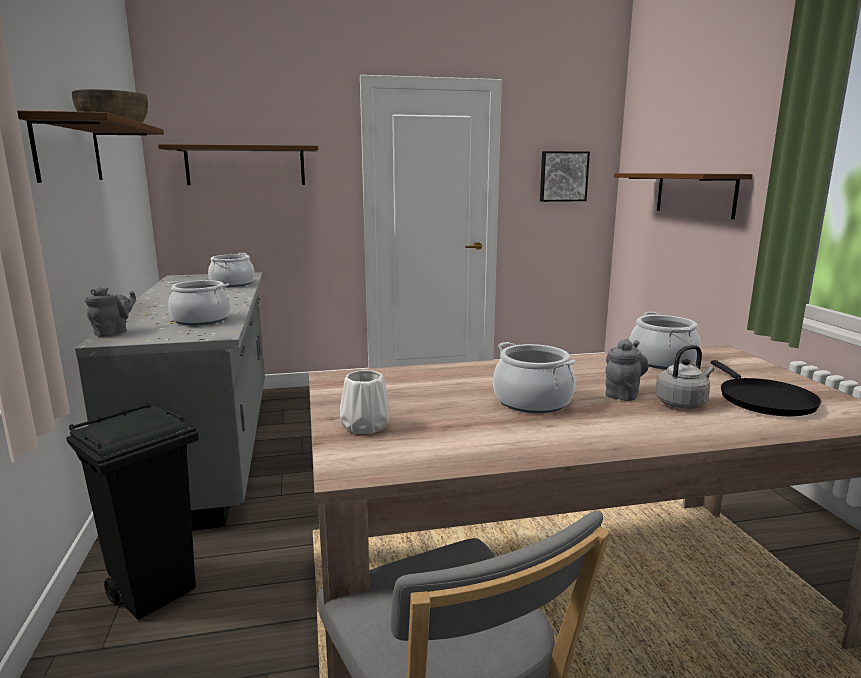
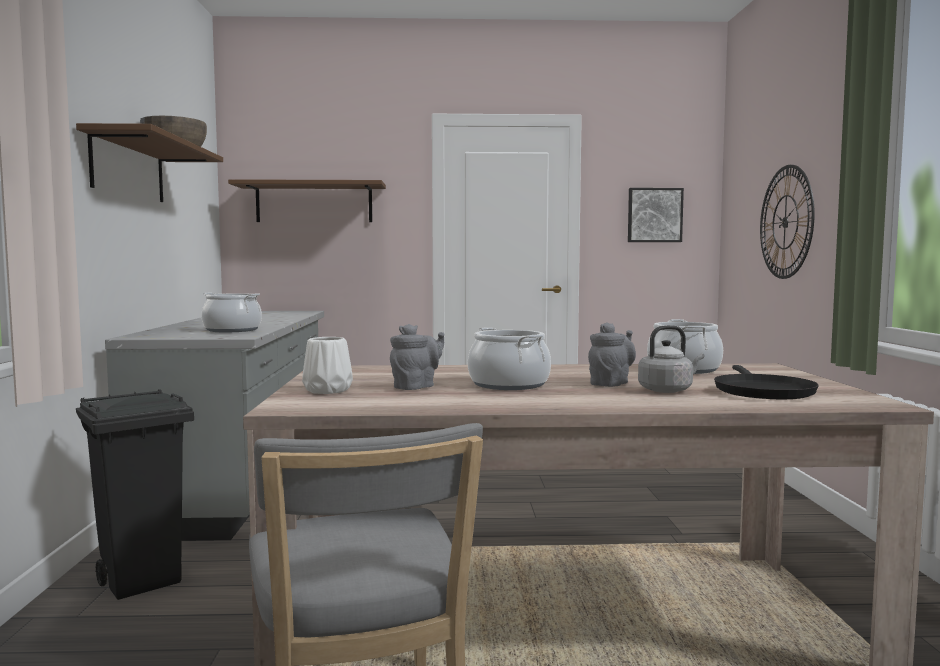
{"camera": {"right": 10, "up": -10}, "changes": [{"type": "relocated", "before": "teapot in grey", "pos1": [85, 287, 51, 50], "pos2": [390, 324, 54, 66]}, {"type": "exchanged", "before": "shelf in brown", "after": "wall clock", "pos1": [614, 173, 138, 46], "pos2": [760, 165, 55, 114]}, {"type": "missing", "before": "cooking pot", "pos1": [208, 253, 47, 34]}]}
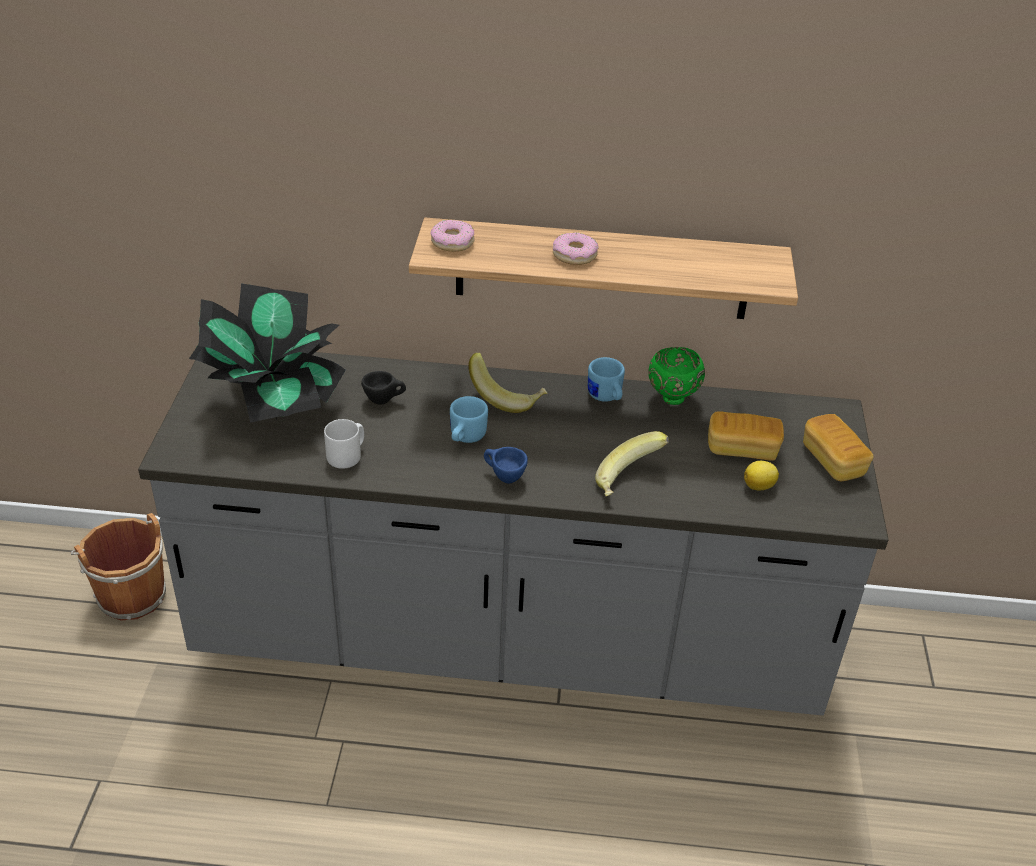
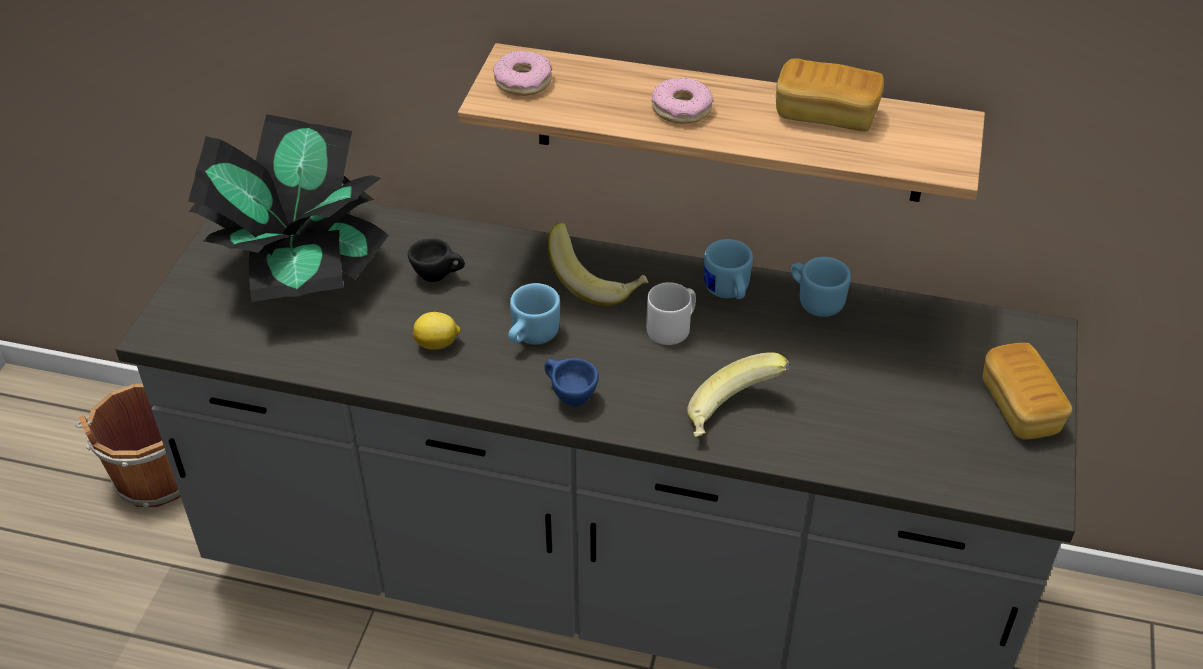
{"camera": {"right": 10, "up": 5}, "changes": [{"type": "relocated", "before": "lemon", "pos1": [744, 461, 35, 30], "pos2": [413, 312, 47, 38]}, {"type": "relocated", "before": "mug in grey", "pos1": [324, 419, 40, 50], "pos2": [646, 282, 50, 63]}, {"type": "relocated", "before": "bread", "pos1": [708, 411, 76, 50], "pos2": [776, 58, 108, 74]}, {"type": "exchanged", "before": "bowl in green", "after": "mug in blue", "pos1": [648, 347, 57, 58], "pos2": [791, 257, 60, 60]}]}
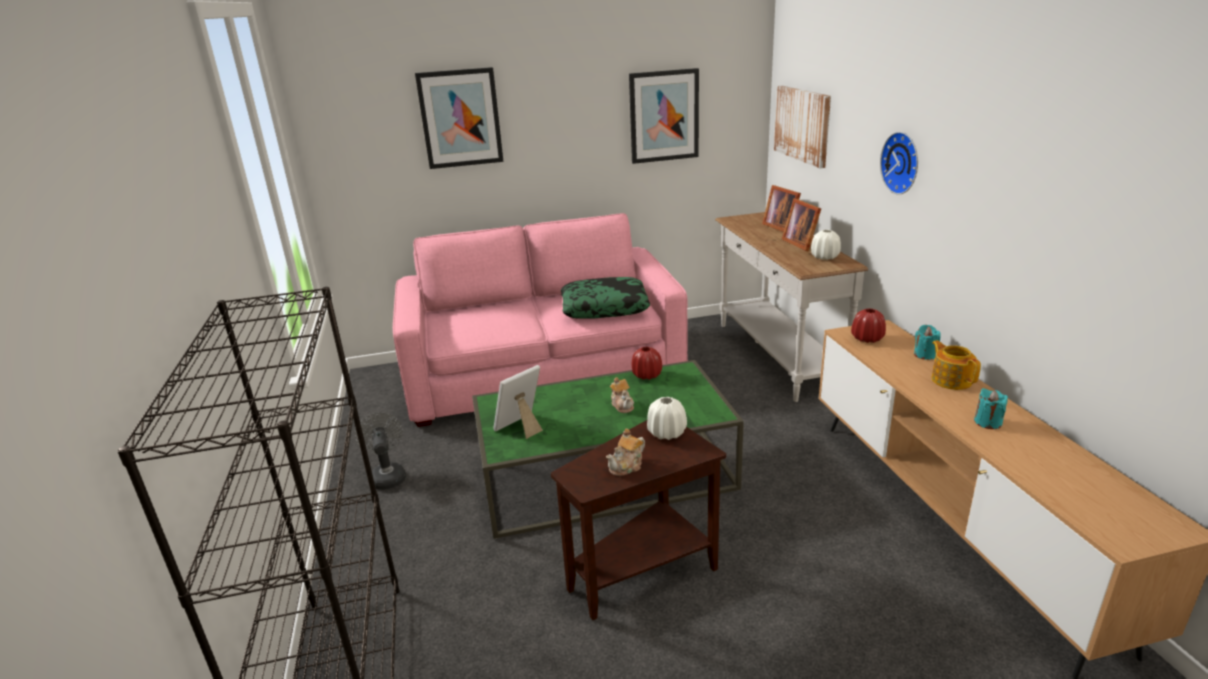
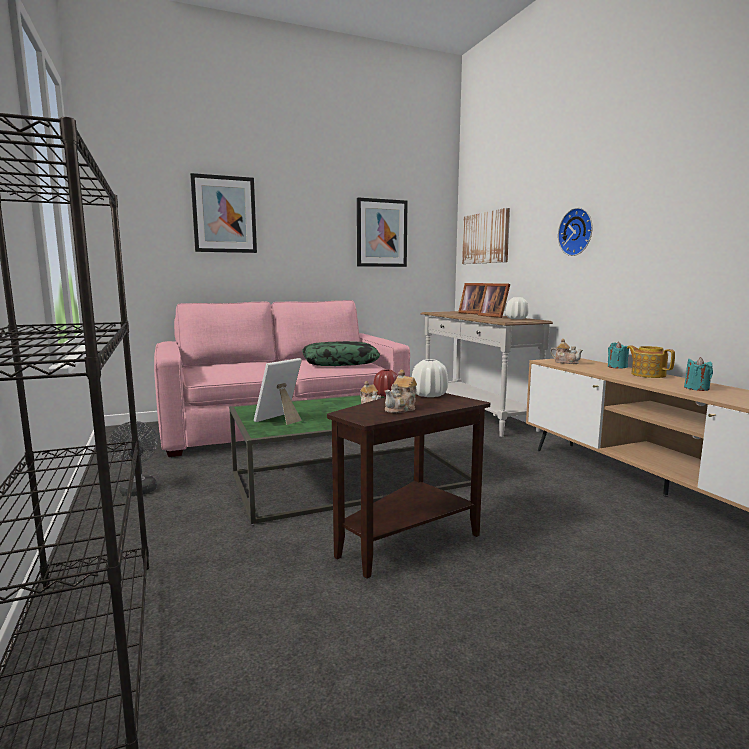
{"camera": {"right": -10, "up": -15}, "changes": [{"type": "exchanged", "before": "vase in red", "after": "teapot", "pos1": [851, 308, 35, 35], "pos2": [550, 338, 33, 26]}]}
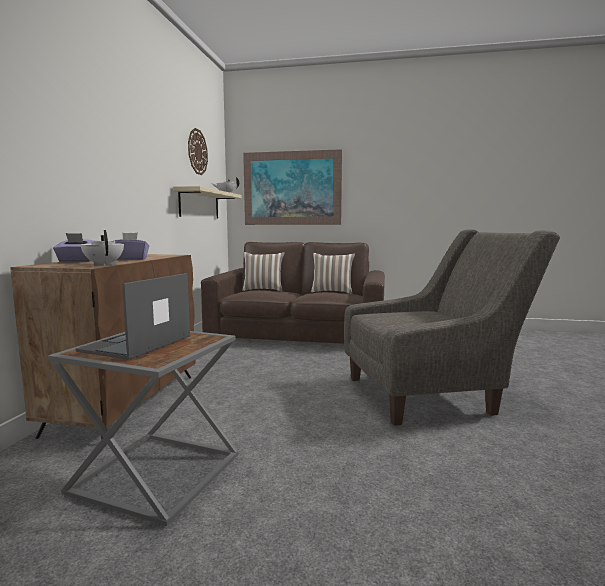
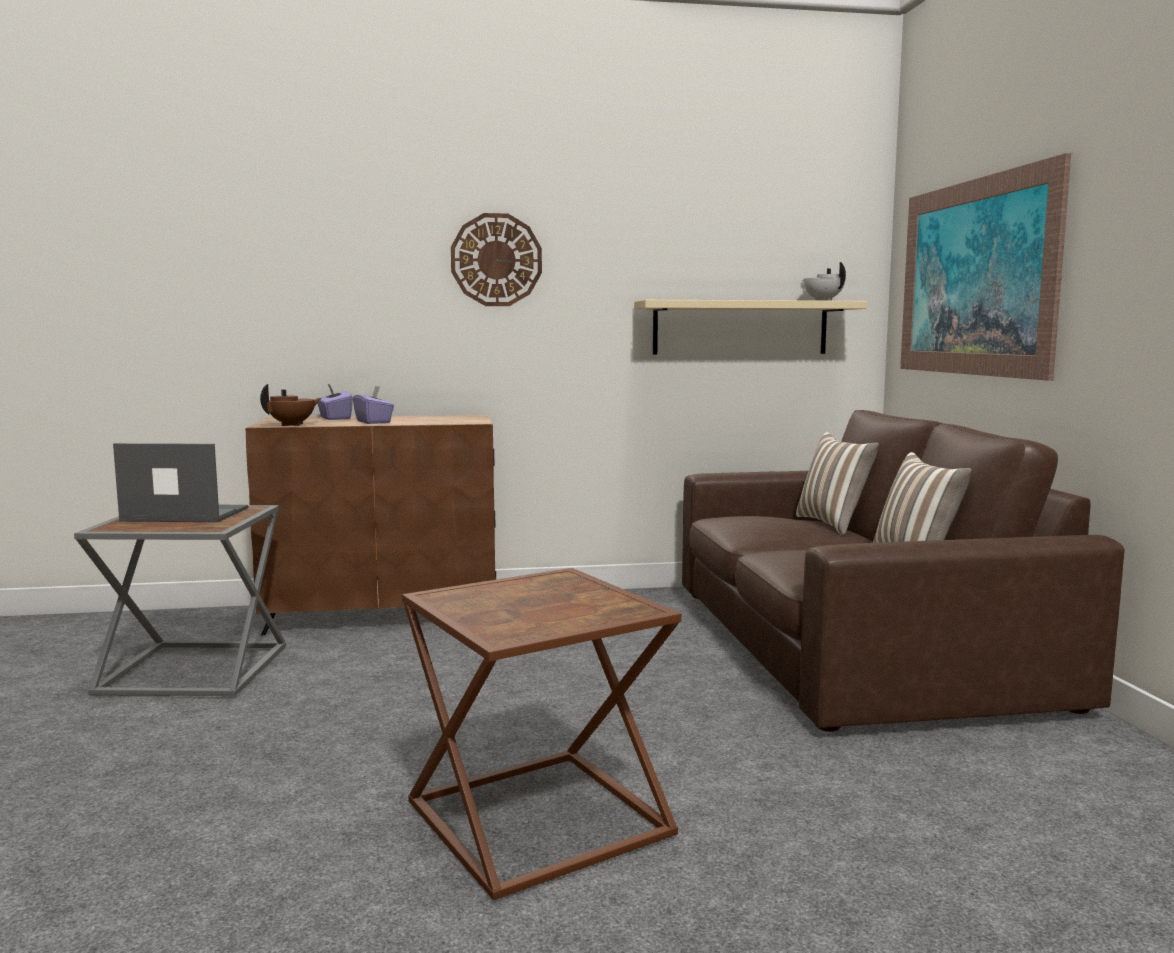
{"camera": {"right": 70, "up": 0}, "changes": [{"type": "colour", "before": "teapot in white", "after": "teapot in brown", "pos1": [81, 230, 43, 36], "pos2": [260, 384, 61, 42]}, {"type": "exchanged", "before": "armchair in grey", "after": "side table in brown", "pos1": [344, 229, 216, 197], "pos2": [402, 568, 280, 332]}, {"type": "relocated", "before": "wall clock", "pos1": [188, 128, 20, 47], "pos2": [451, 213, 91, 93]}]}
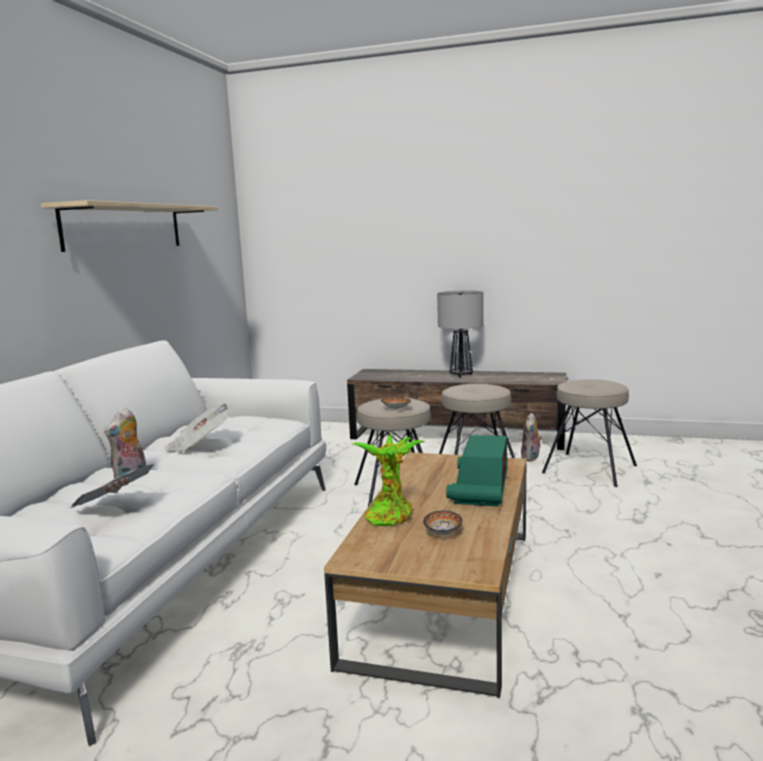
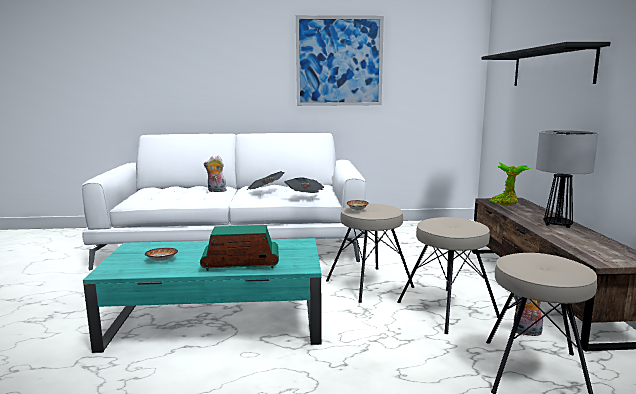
{"camera": {"right": 70, "up": 0}, "changes": [{"type": "colour", "before": "coffee table in brown", "after": "coffee table in turquoise", "pos1": [324, 452, 202, 246], "pos2": [83, 238, 239, 115]}, {"type": "relocated", "before": "newspaper", "pos1": [70, 464, 84, 44], "pos2": [284, 178, 40, 15]}, {"type": "exchanged", "before": "shelf in beige", "after": "picture", "pos1": [41, 200, 177, 52], "pos2": [296, 15, 88, 91]}, {"type": "appeared", "after": "shelf in black", "pos2": [481, 42, 130, 44]}, {"type": "relocated", "before": "potted plant", "pos1": [352, 434, 72, 92], "pos2": [489, 162, 42, 43]}]}
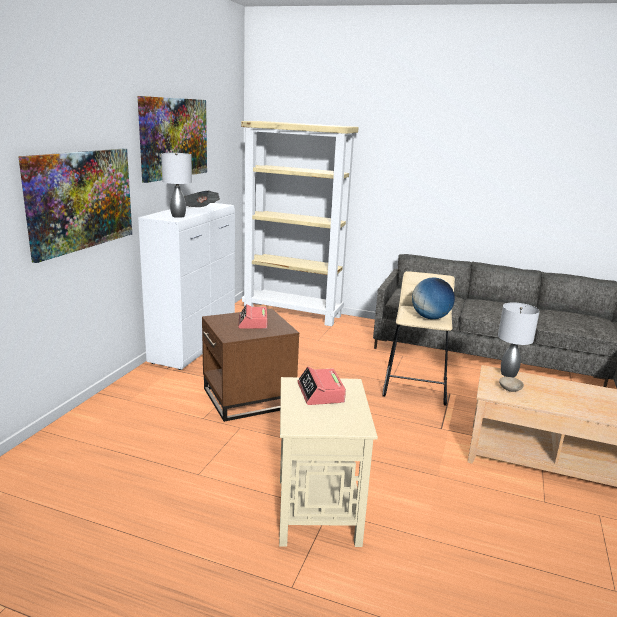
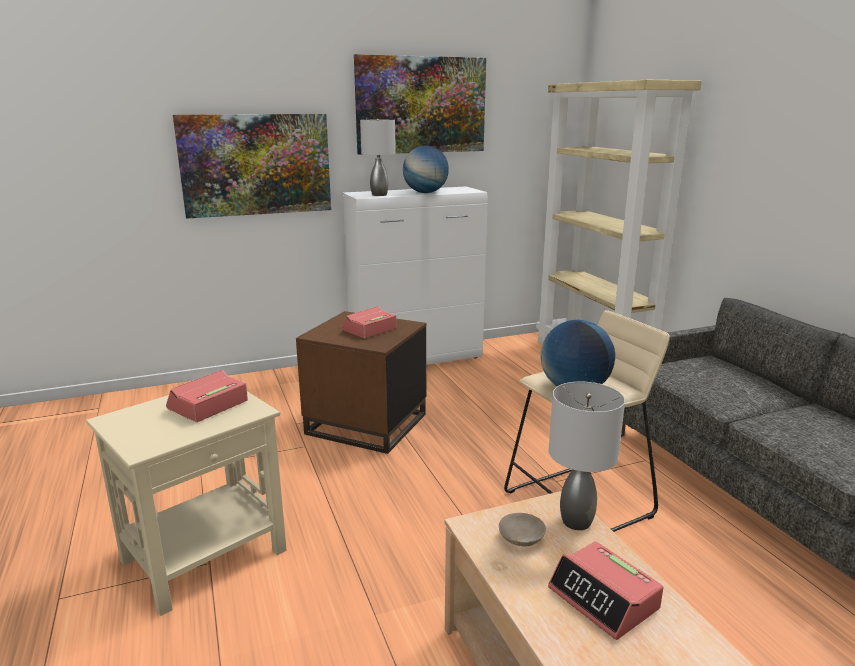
{"camera": {"right": 50, "up": 0}, "changes": [{"type": "exchanged", "before": "newspaper", "after": "globe", "pos1": [184, 191, 36, 16], "pos2": [403, 145, 46, 48]}, {"type": "appeared", "after": "alarm clock", "pos2": [548, 541, 115, 99]}]}
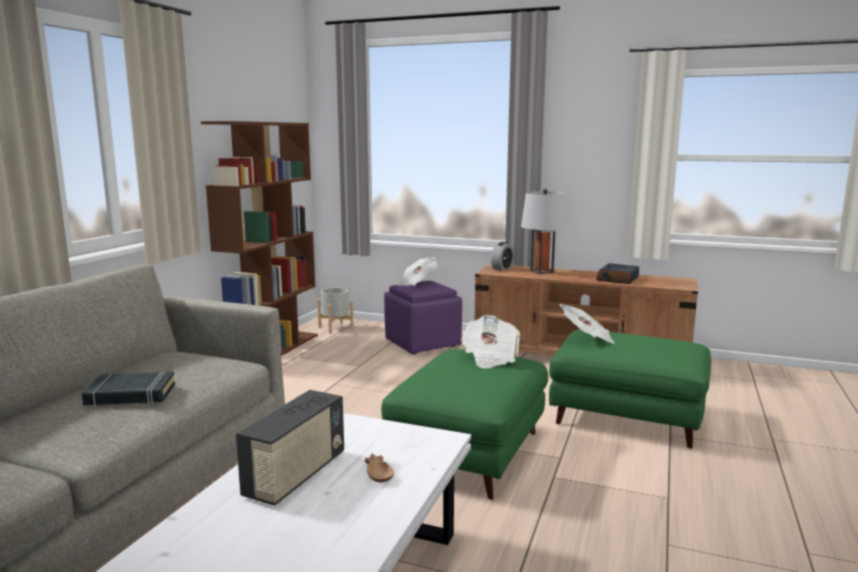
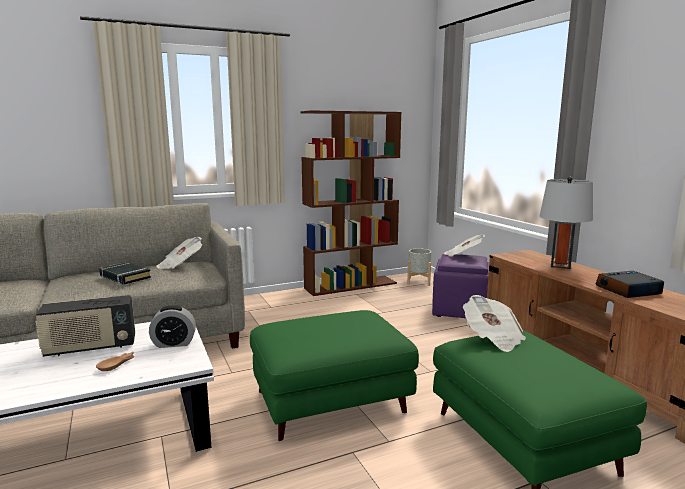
{"camera": {"right": 45, "up": 0}, "changes": [{"type": "relocated", "before": "alarm clock", "pos1": [491, 242, 23, 29], "pos2": [149, 305, 47, 43]}, {"type": "relocated", "before": "newspaper", "pos1": [461, 315, 59, 53], "pos2": [156, 237, 46, 32]}]}
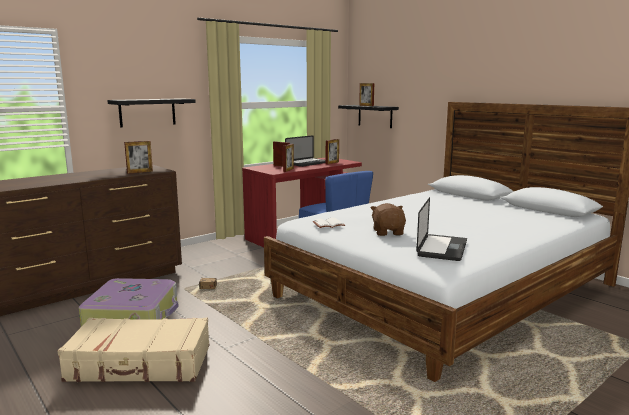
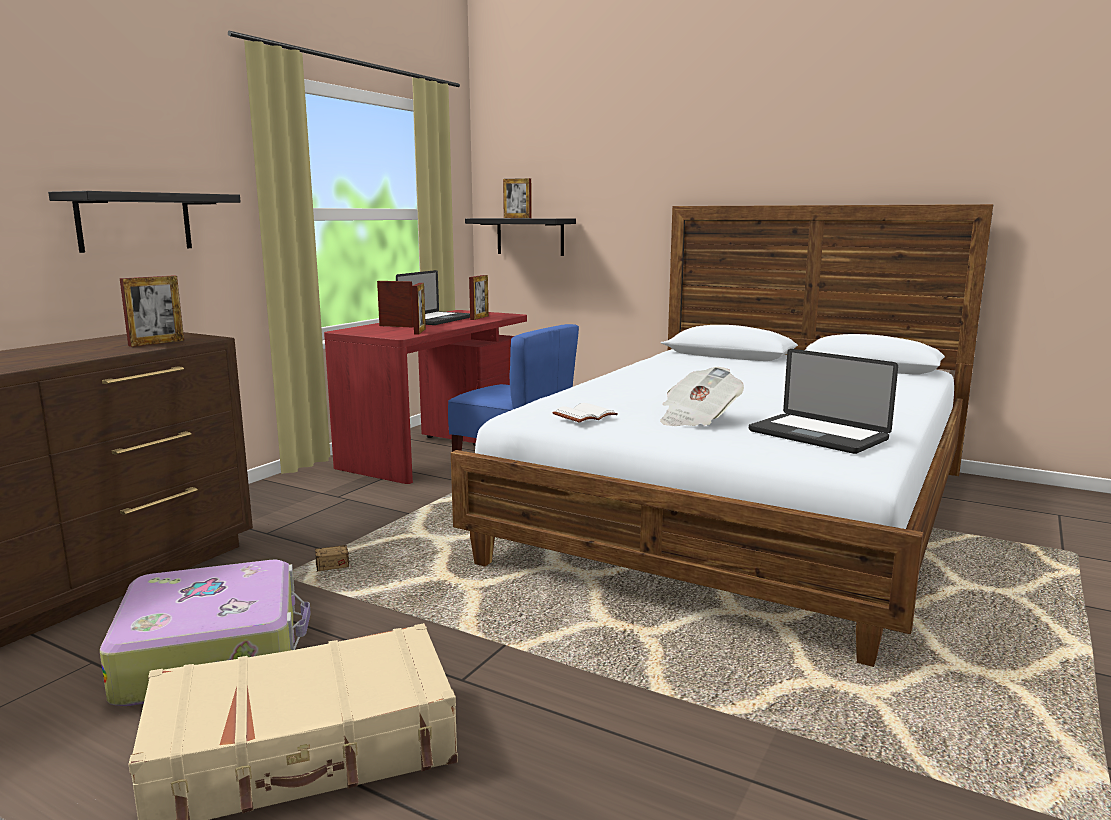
{"camera": {"right": -20, "up": 0}, "changes": [{"type": "exchanged", "before": "plush toy in brown", "after": "newspaper", "pos1": [370, 203, 36, 33], "pos2": [660, 367, 84, 59]}, {"type": "spun", "before": "laptop", "pos1": [416, 197, 51, 64], "pos2": [749, 349, 149, 105], "turn": 135}]}
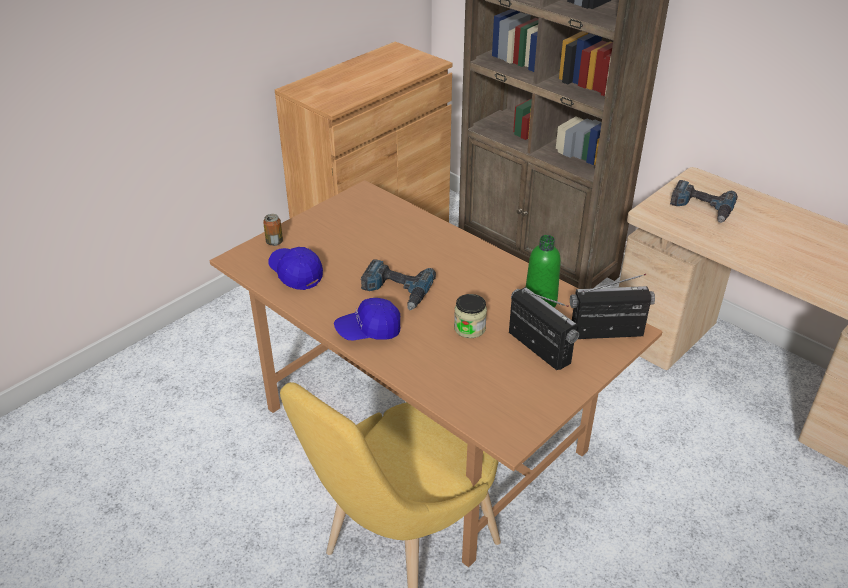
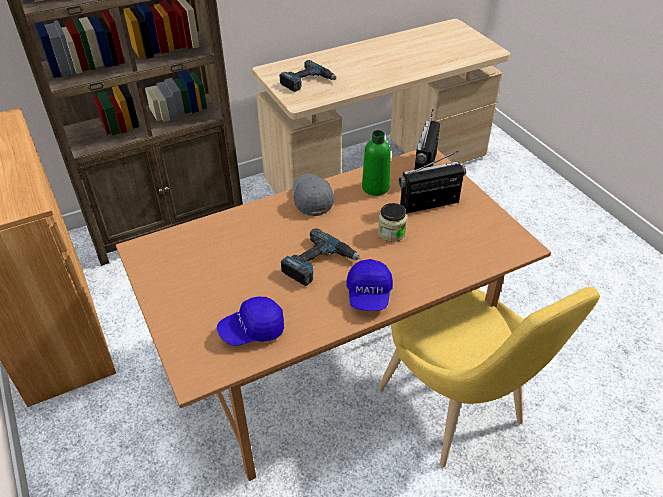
{"camera": {"right": -70, "up": 5}, "changes": [{"type": "appeared", "after": "cap in grey", "pos2": [293, 174, 41, 42]}, {"type": "missing", "before": "can", "pos1": [263, 214, 20, 32]}]}
